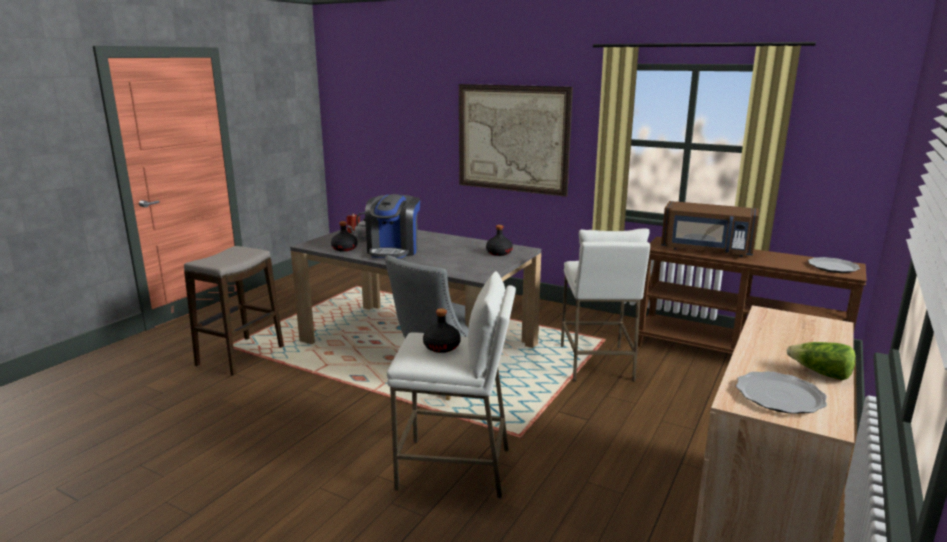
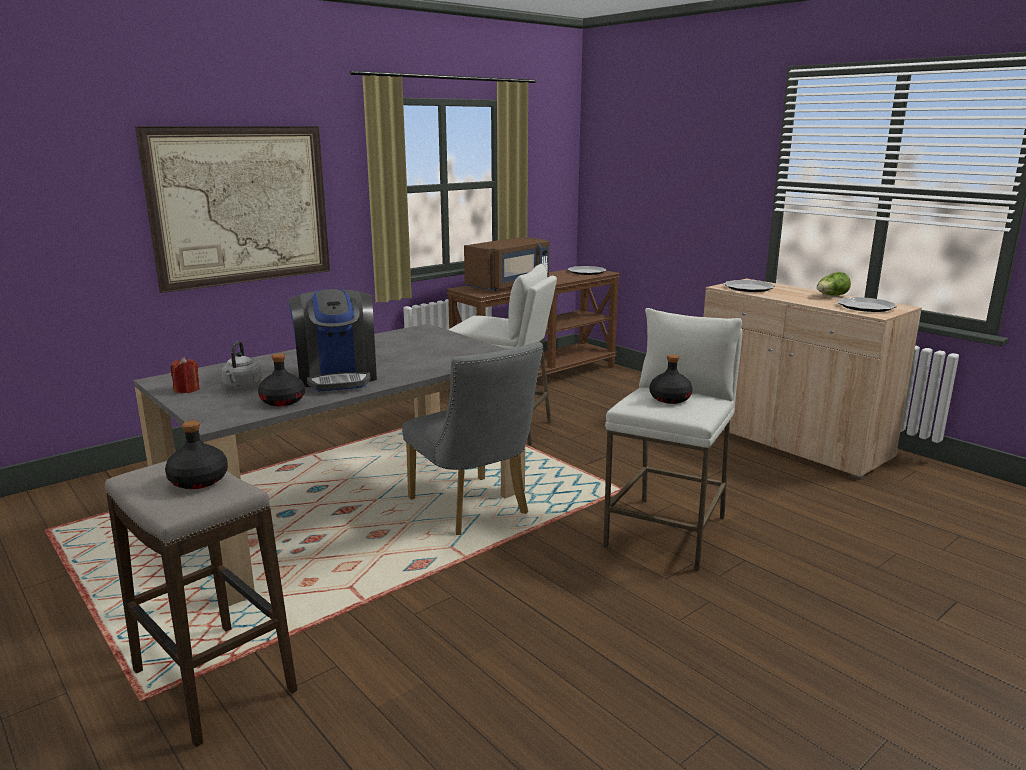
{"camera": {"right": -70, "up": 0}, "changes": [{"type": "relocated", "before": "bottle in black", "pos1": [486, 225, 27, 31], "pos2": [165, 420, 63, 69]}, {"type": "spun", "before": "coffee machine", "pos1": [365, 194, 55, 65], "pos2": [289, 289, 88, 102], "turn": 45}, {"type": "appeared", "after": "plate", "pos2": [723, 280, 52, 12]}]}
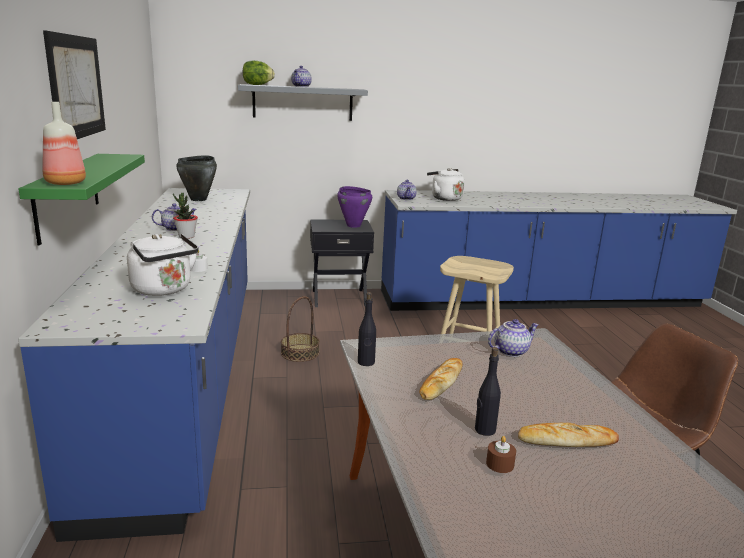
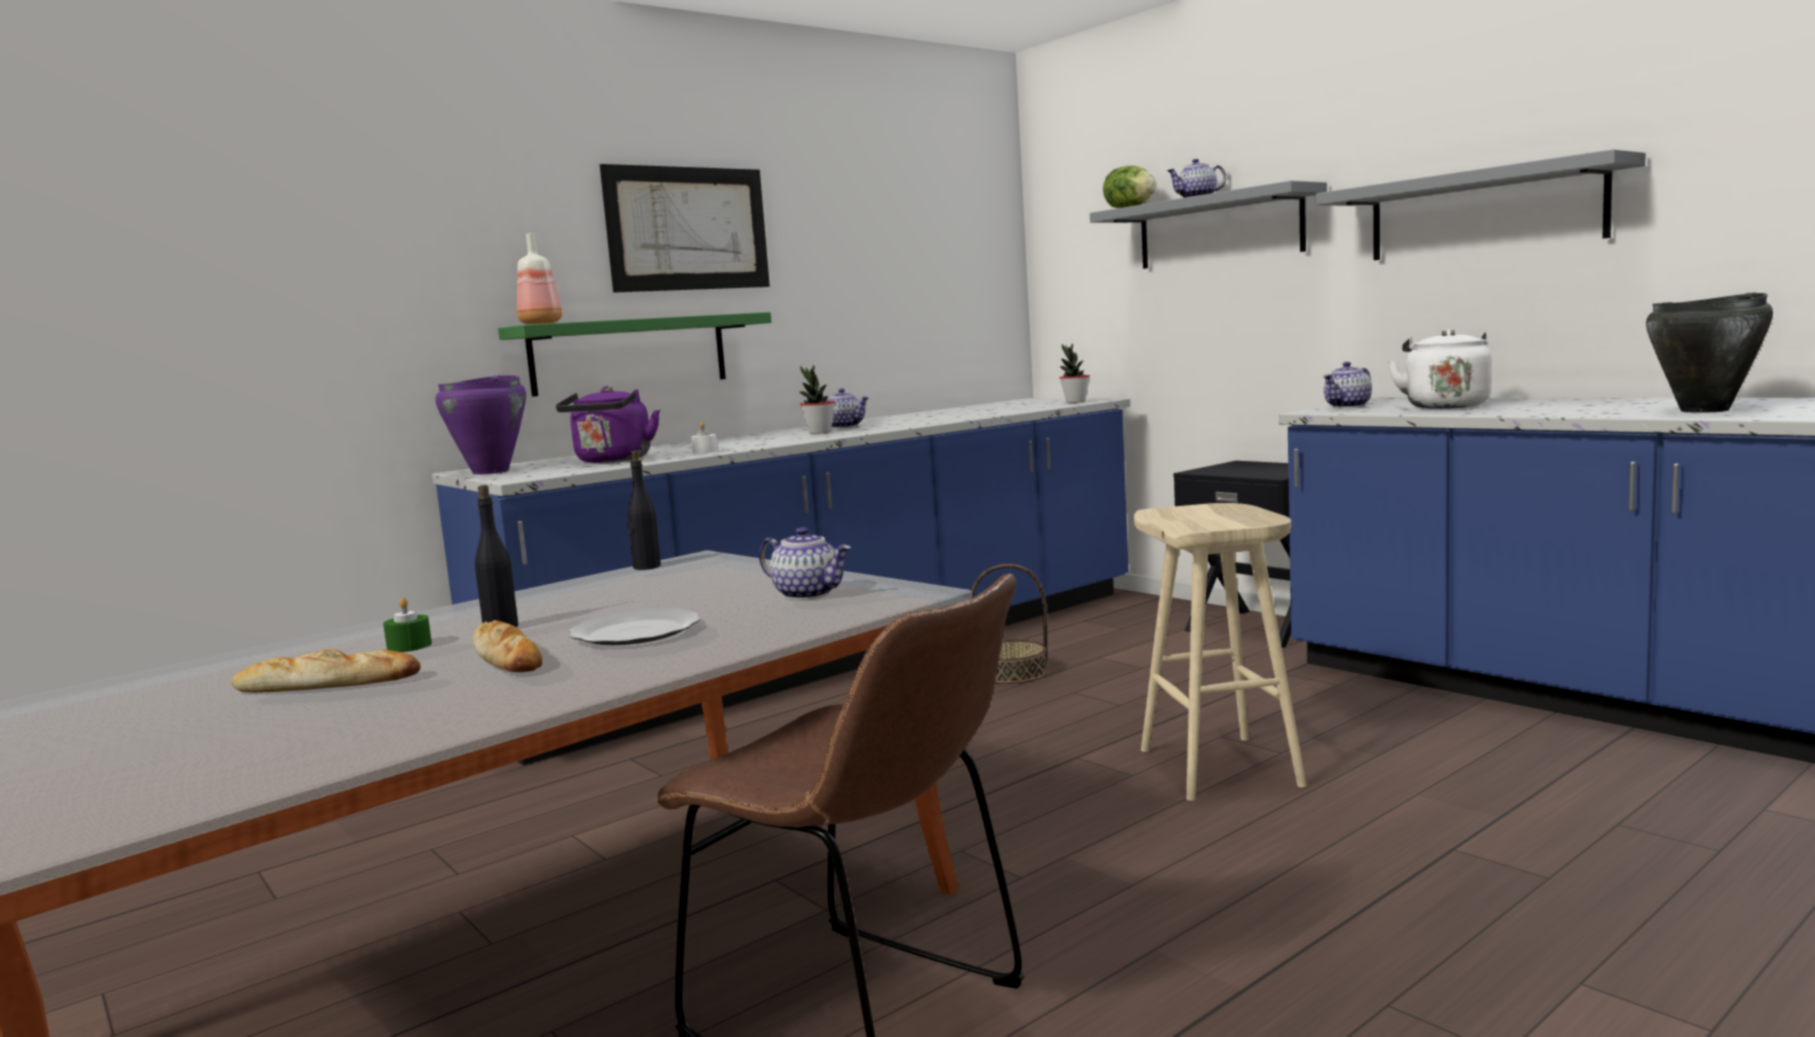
{"camera": {"right": 60, "up": -10}, "changes": [{"type": "relocated", "before": "bread", "pos1": [419, 358, 44, 42], "pos2": [231, 649, 190, 44]}, {"type": "colour", "before": "candle in brown", "after": "candle in green", "pos1": [486, 436, 30, 37], "pos2": [383, 598, 49, 54]}, {"type": "relocated", "before": "cooking pot in purple", "pos1": [337, 186, 35, 42], "pos2": [436, 375, 90, 100]}, {"type": "colour", "before": "kettle in white", "after": "kettle in purple", "pos1": [127, 234, 72, 62], "pos2": [556, 386, 104, 77]}, {"type": "appeared", "after": "plate", "pos2": [569, 608, 131, 37]}, {"type": "appeared", "after": "potted plant", "pos2": [1060, 344, 30, 59]}, {"type": "appeared", "after": "shelf in grey", "pos2": [1316, 149, 330, 111]}, {"type": "relocated", "before": "cooking pot in black", "pos1": [176, 155, 41, 46], "pos2": [1646, 292, 127, 121]}]}
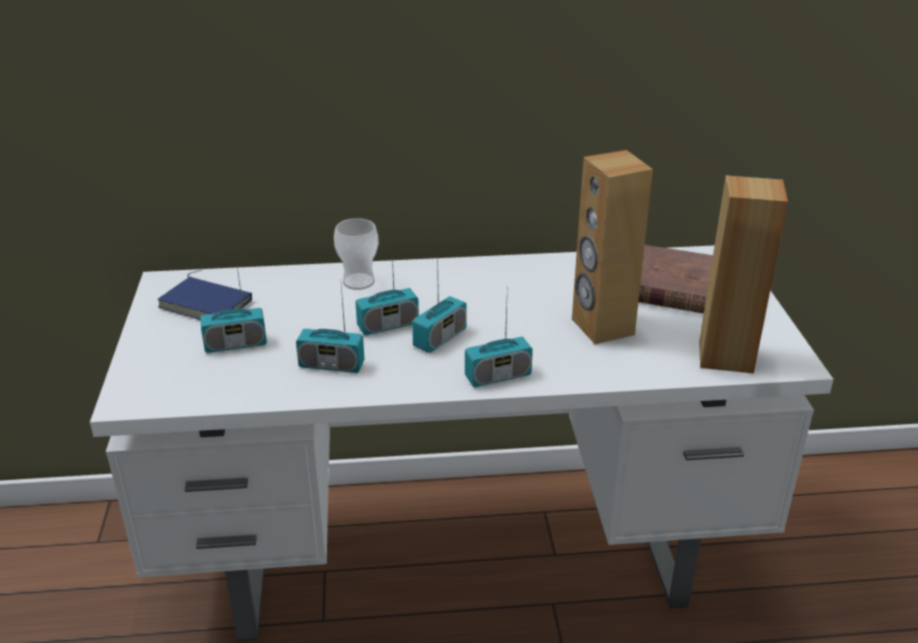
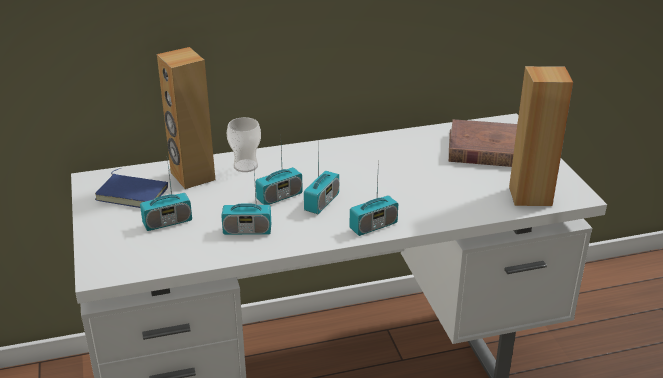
{"camera": {"right": -10, "up": 0}, "changes": [{"type": "relocated", "before": "speaker in brown", "pos1": [572, 150, 81, 194], "pos2": [157, 47, 58, 142]}]}
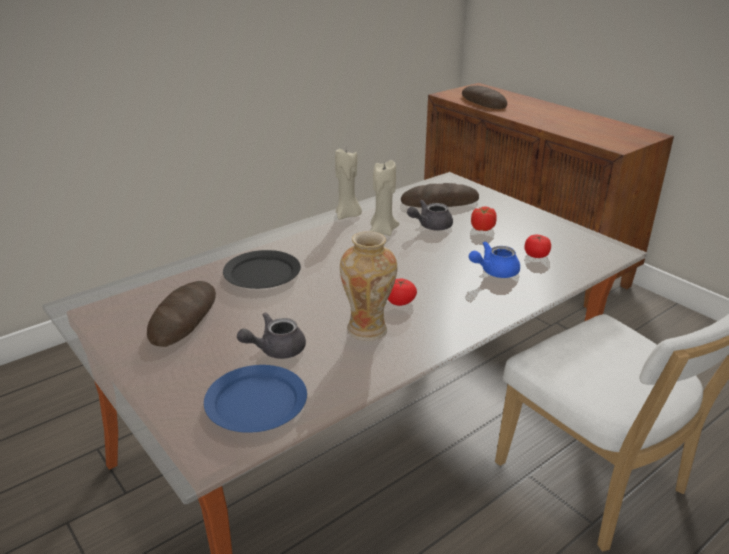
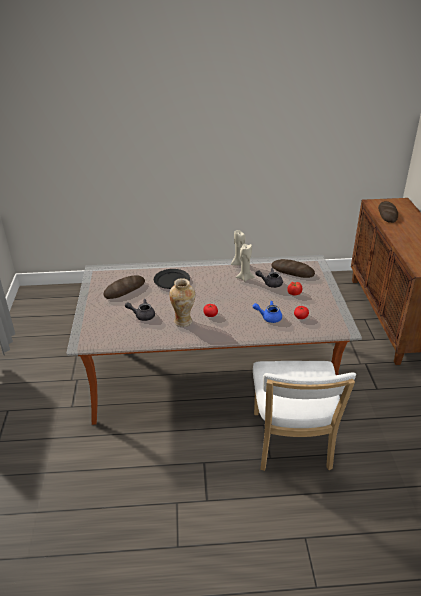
{"camera": {"right": 35, "up": 5}, "changes": [{"type": "missing", "before": "plate in blue", "pos1": [204, 365, 103, 68]}]}
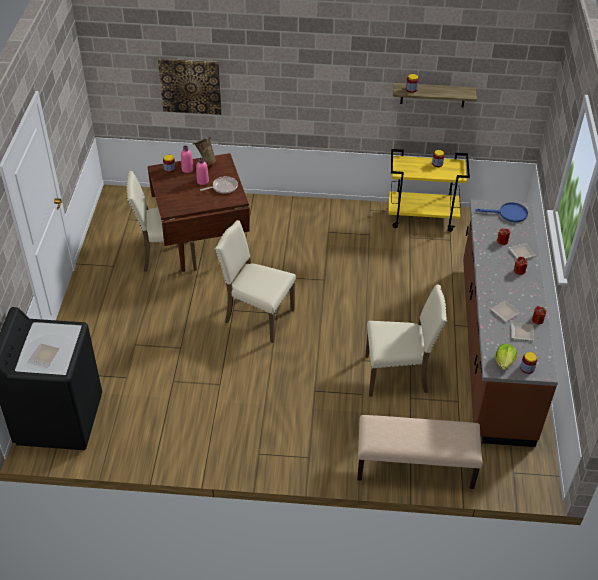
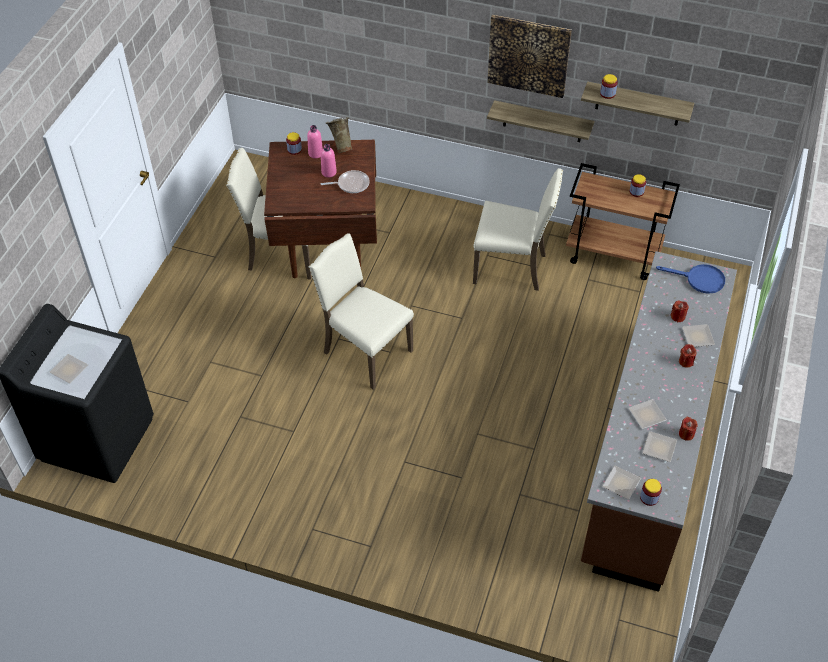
{"camera": {"right": 15, "up": 5}, "changes": [{"type": "relocated", "before": "chair in beige", "pos1": [365, 284, 82, 113], "pos2": [473, 168, 90, 123]}, {"type": "relocated", "before": "picture", "pos1": [158, 59, 64, 56], "pos2": [487, 15, 85, 83]}, {"type": "appeared", "after": "shelf", "pos2": [487, 100, 107, 42]}, {"type": "colour", "before": "cart in yellow", "after": "cart in brown", "pos1": [388, 149, 82, 83], "pos2": [566, 163, 114, 117]}, {"type": "exchanged", "before": "lettuce", "after": "plate", "pos1": [495, 344, 22, 26], "pos2": [602, 465, 39, 35]}, {"type": "missing", "before": "bench in beige", "pos1": [357, 415, 126, 74]}]}
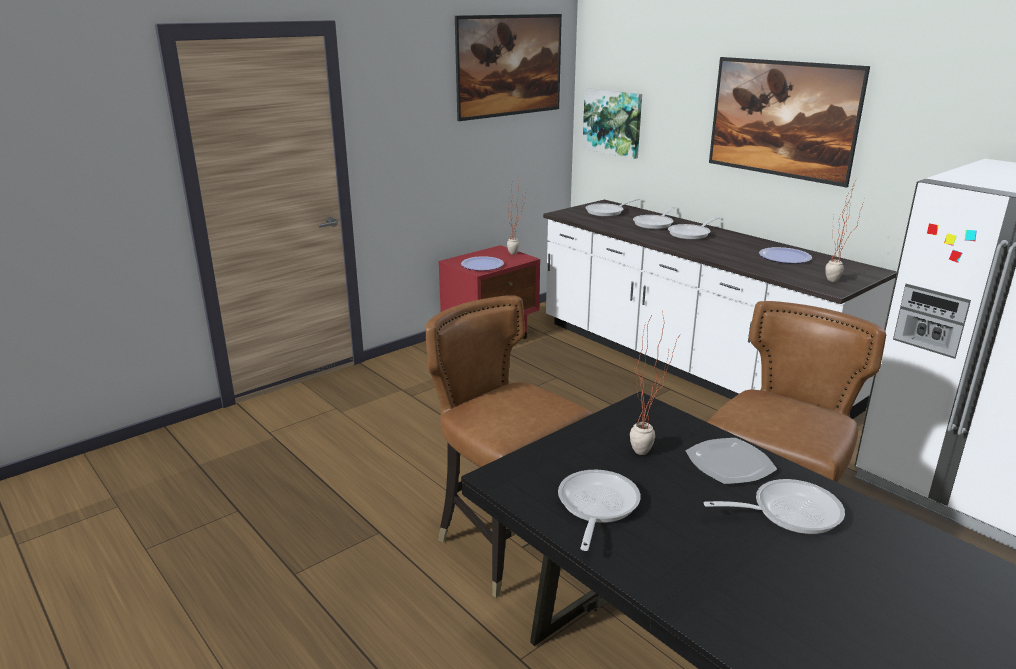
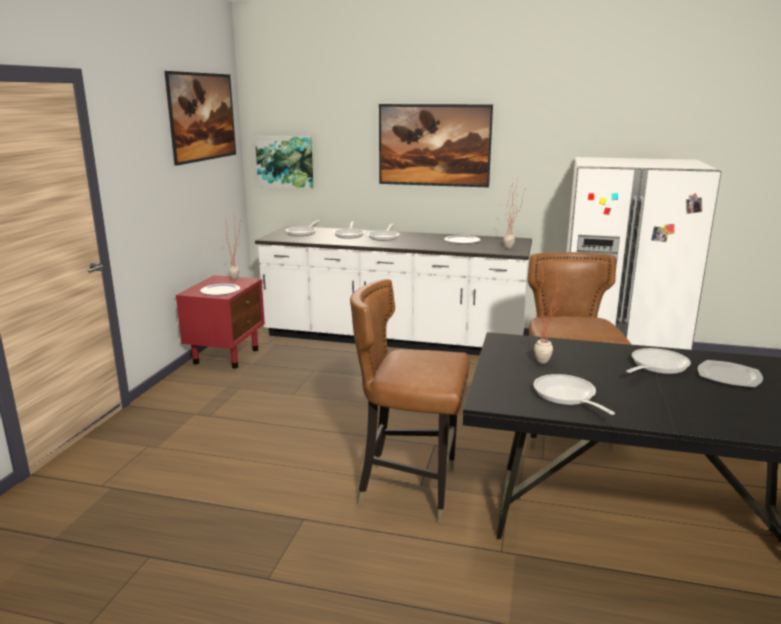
{"camera": {"right": -35, "up": -5}, "changes": [{"type": "relocated", "before": "plate", "pos1": [685, 438, 92, 46], "pos2": [698, 360, 65, 28]}]}
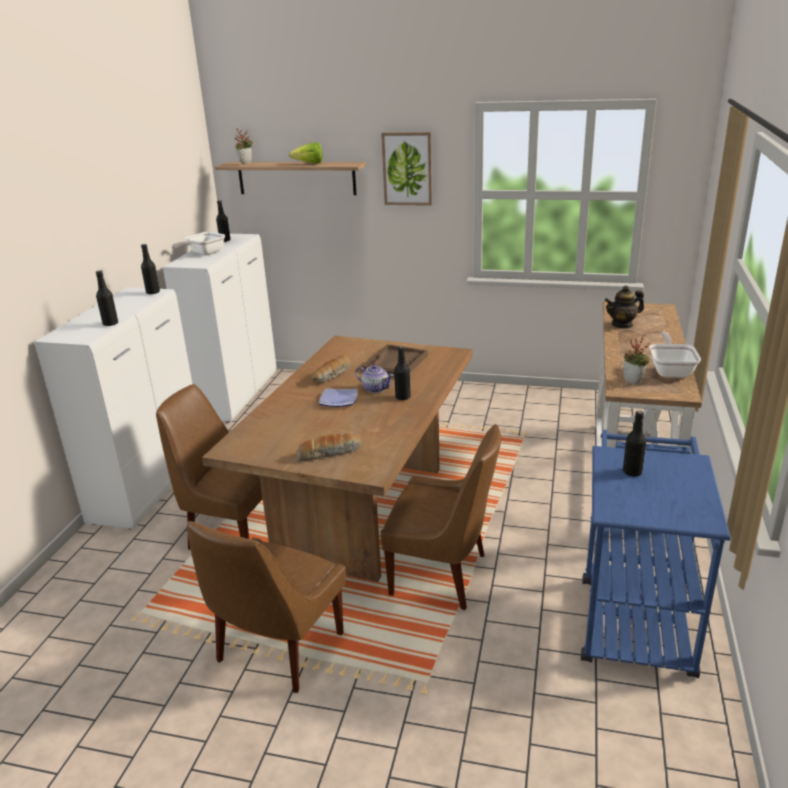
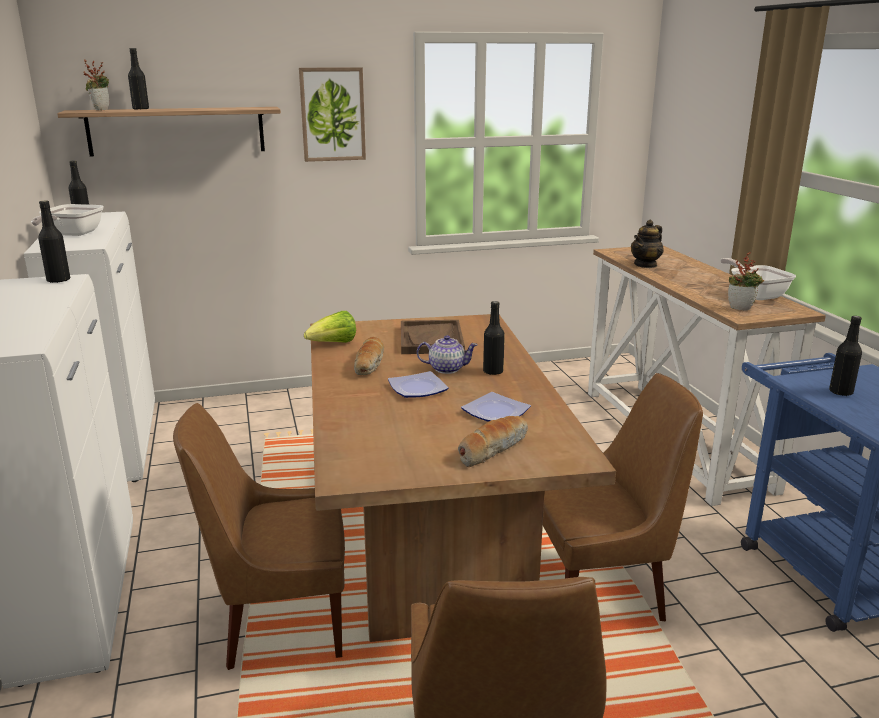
{"camera": {"right": -30, "up": -5}, "changes": [{"type": "relocated", "before": "bottle in black", "pos1": [96, 270, 22, 56], "pos2": [128, 48, 21, 62]}, {"type": "relocated", "before": "lettuce", "pos1": [289, 142, 33, 22], "pos2": [304, 311, 52, 32]}, {"type": "appeared", "after": "plate", "pos2": [461, 392, 70, 30]}]}
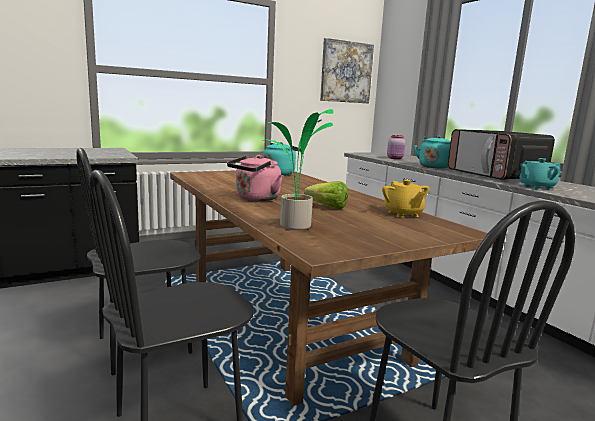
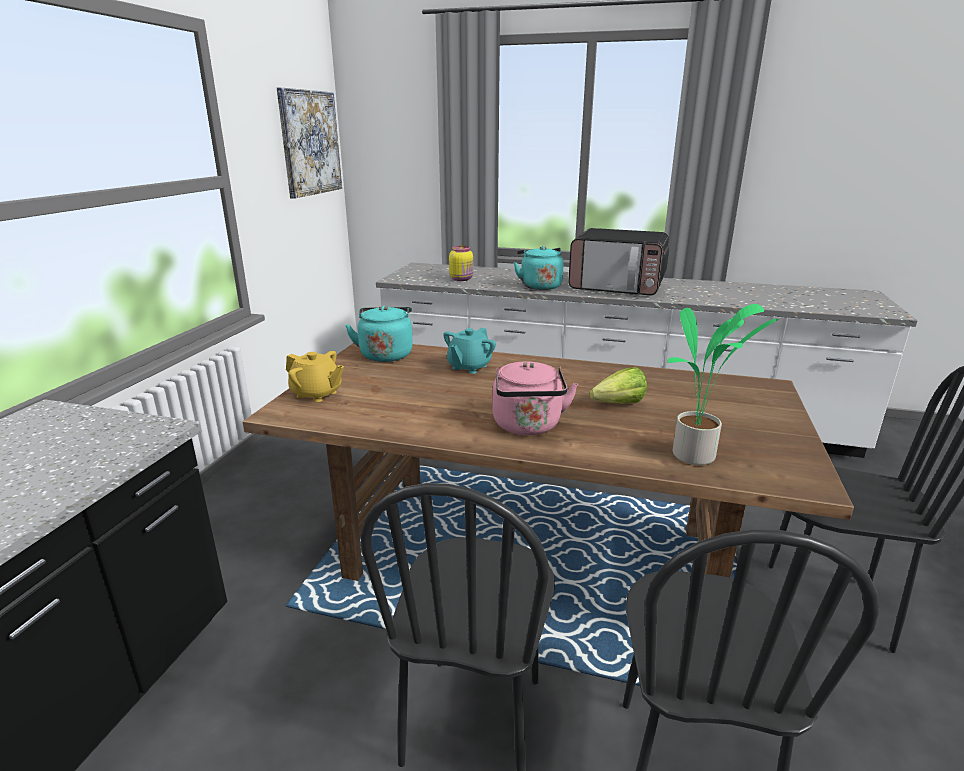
{"camera": {"right": -45, "up": 10}, "changes": [{"type": "relocated", "before": "teapot in yellow", "pos1": [382, 180, 47, 38], "pos2": [286, 351, 58, 51]}, {"type": "relocated", "before": "teapot in turquoise", "pos1": [519, 158, 42, 32], "pos2": [443, 328, 53, 46]}, {"type": "colour", "before": "jar in pink", "after": "jar in yellow", "pos1": [387, 135, 18, 24], "pos2": [449, 246, 24, 35]}]}
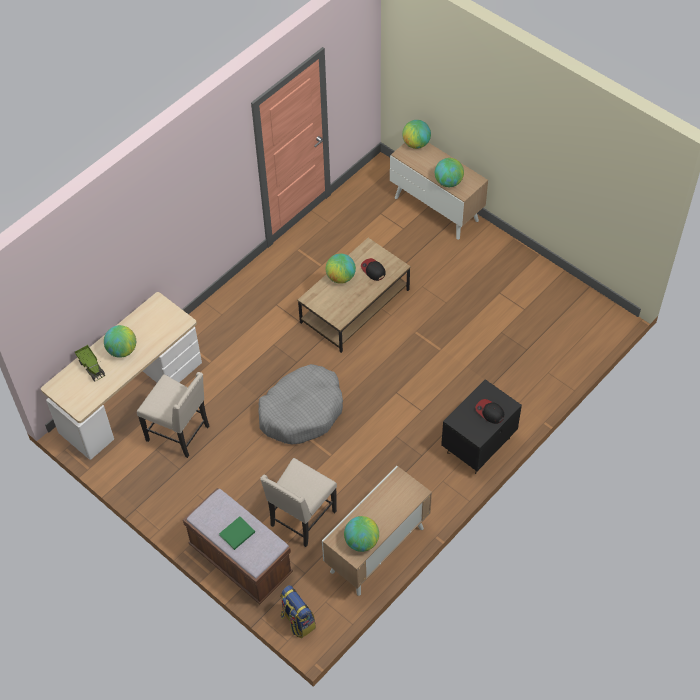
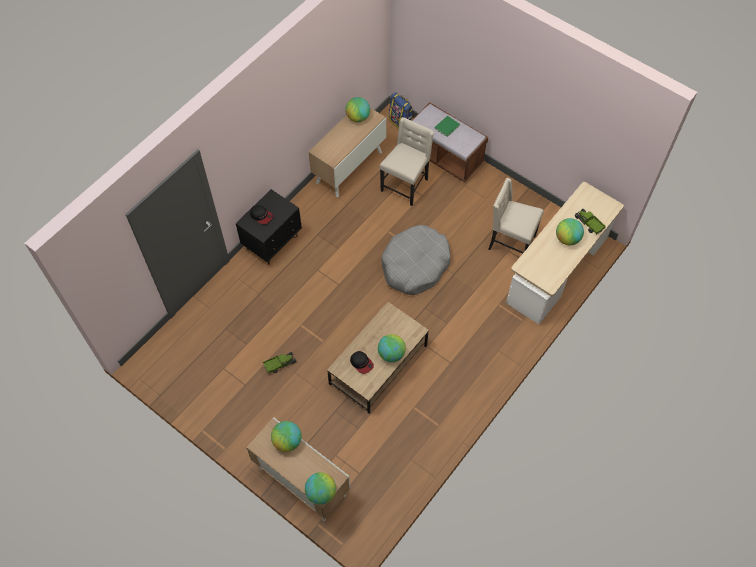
{"camera": {"right": 175, "up": 5}, "changes": [{"type": "appeared", "after": "toy truck", "pos2": [263, 352, 33, 21]}]}
